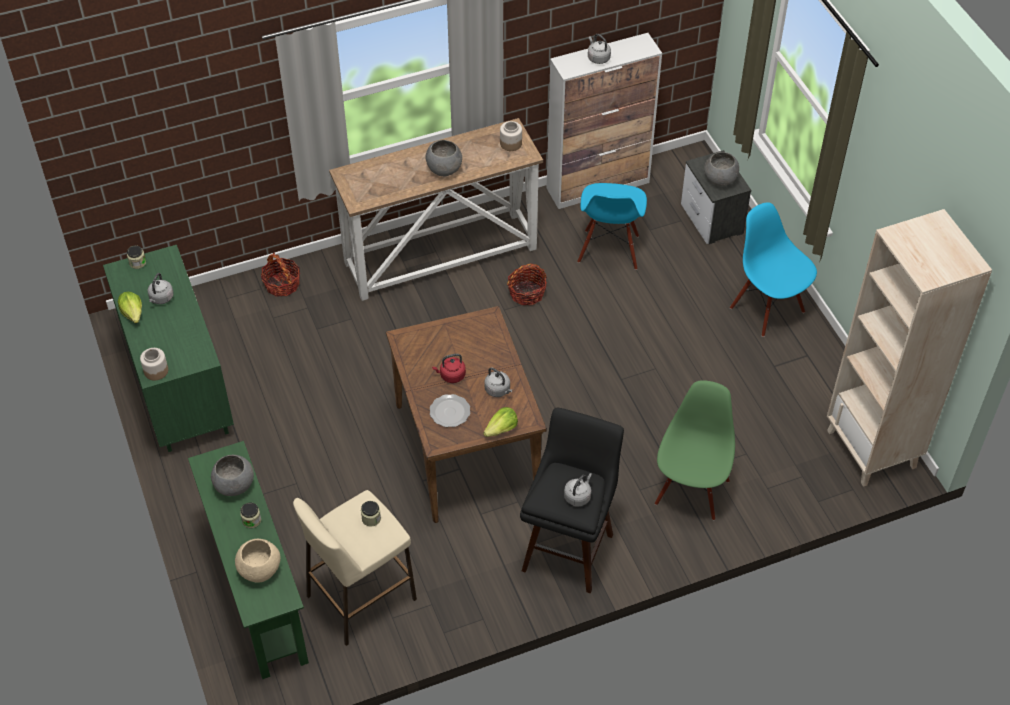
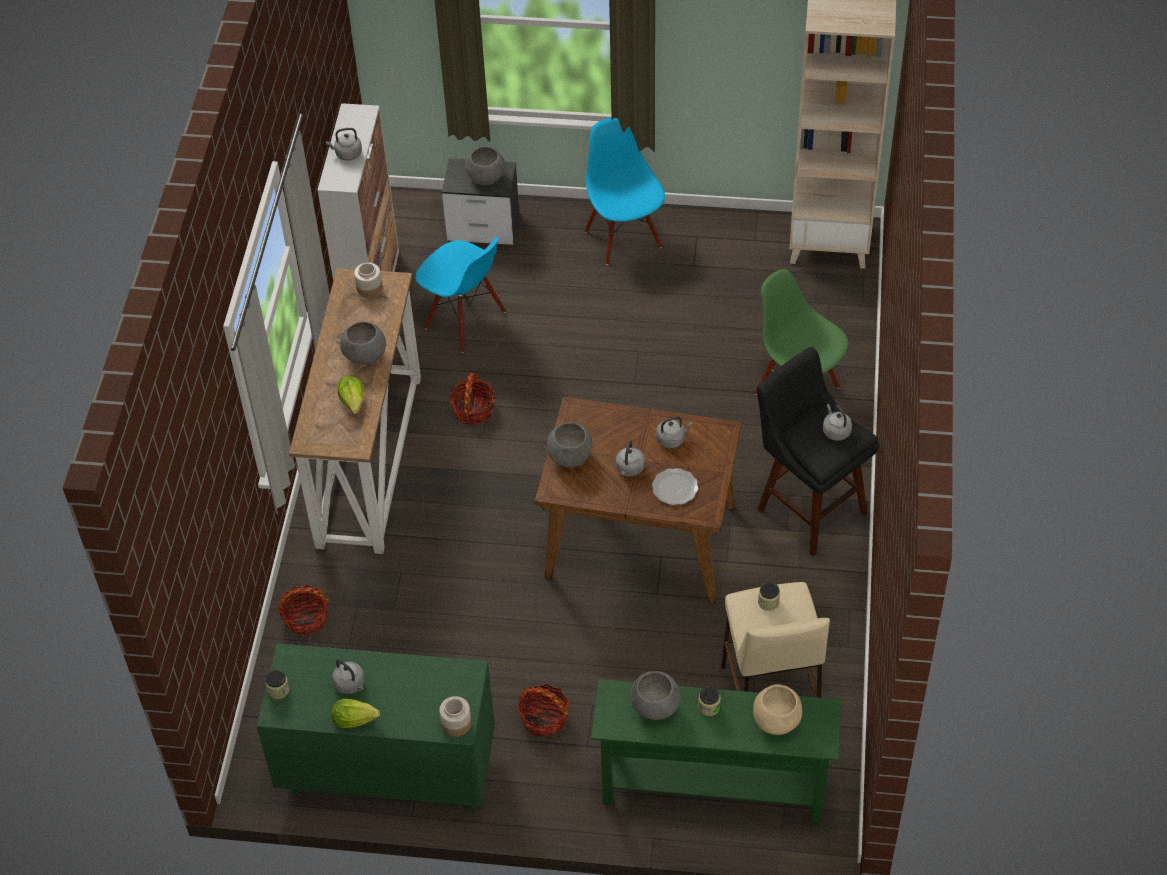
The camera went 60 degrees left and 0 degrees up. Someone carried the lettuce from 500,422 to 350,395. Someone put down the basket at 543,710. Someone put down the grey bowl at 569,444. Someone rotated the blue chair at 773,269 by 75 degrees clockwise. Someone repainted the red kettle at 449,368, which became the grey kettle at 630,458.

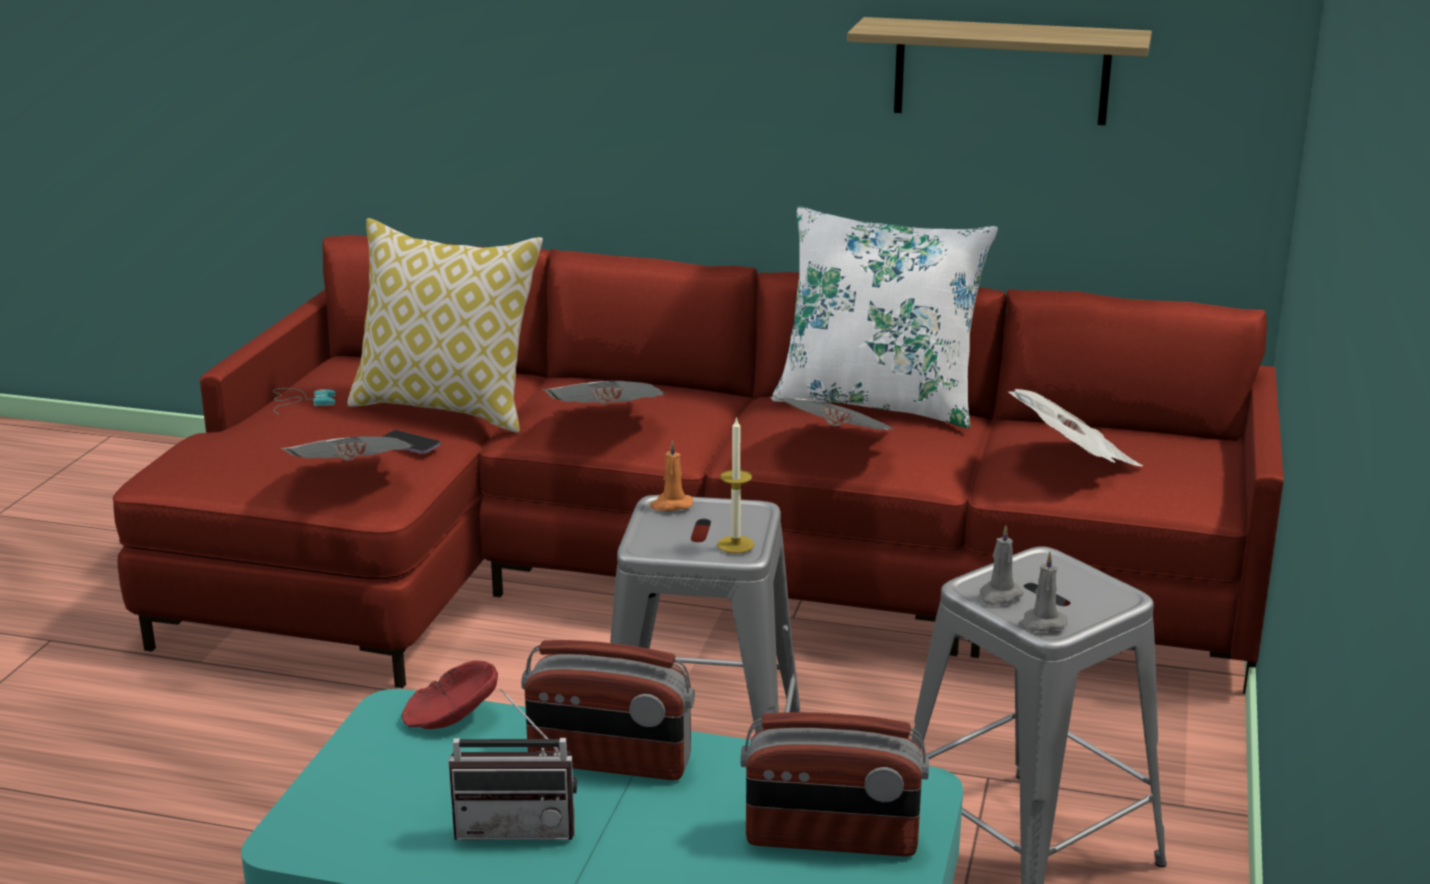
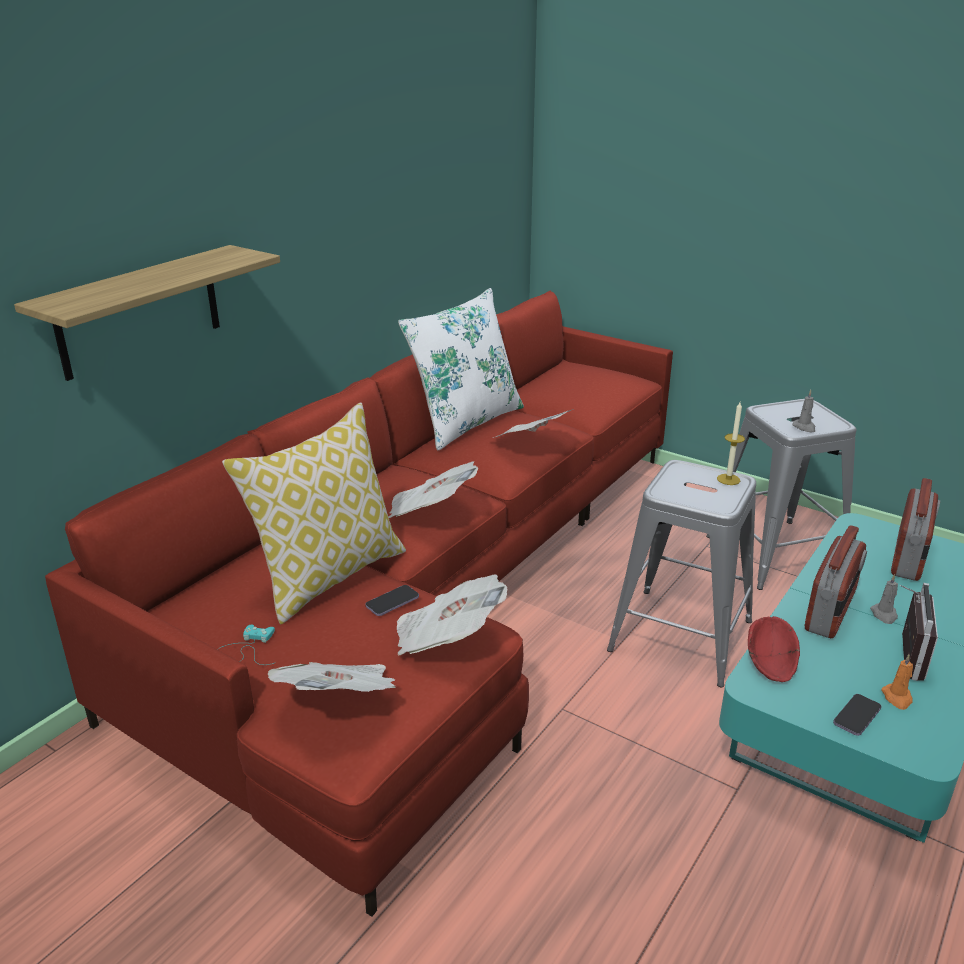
The camera went 70 degrees left and 5 degrees up. Someone carried the shelf from 999,71 to 147,313. Someone carried the newspaper from 1075,427 to 332,677. Someone put down the phone at 857,715. Someone carried the grey candle from 1043,592 to 884,599. Someone carried the orange candle from 671,475 to 897,682.

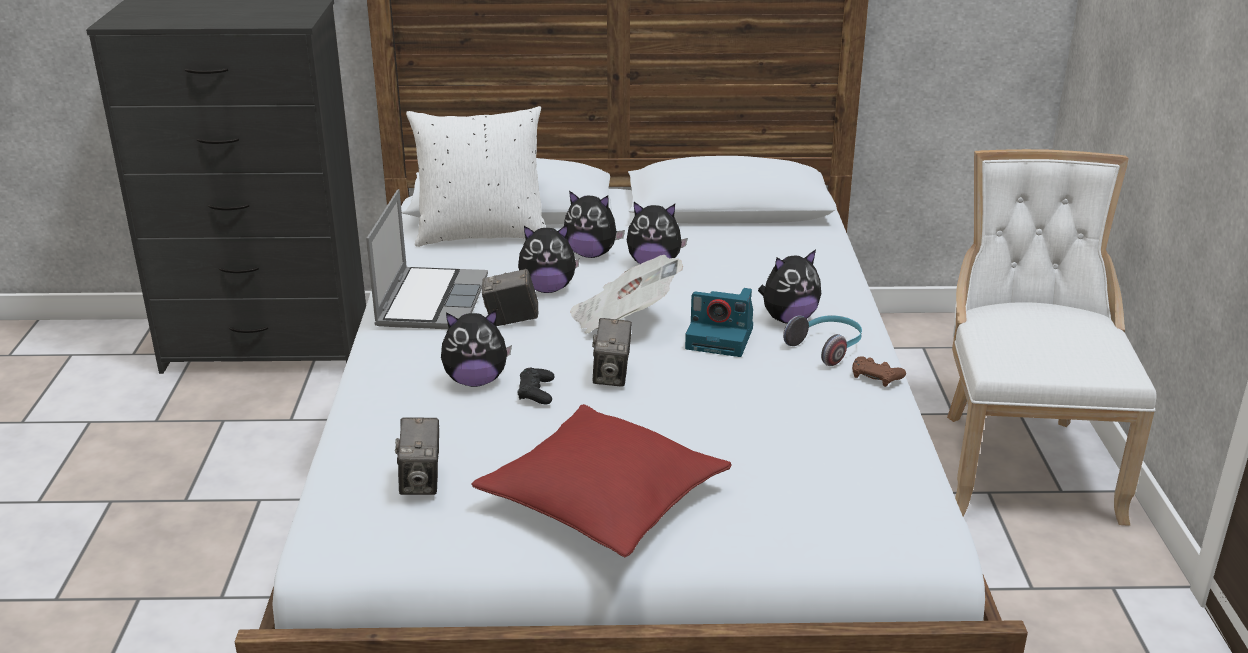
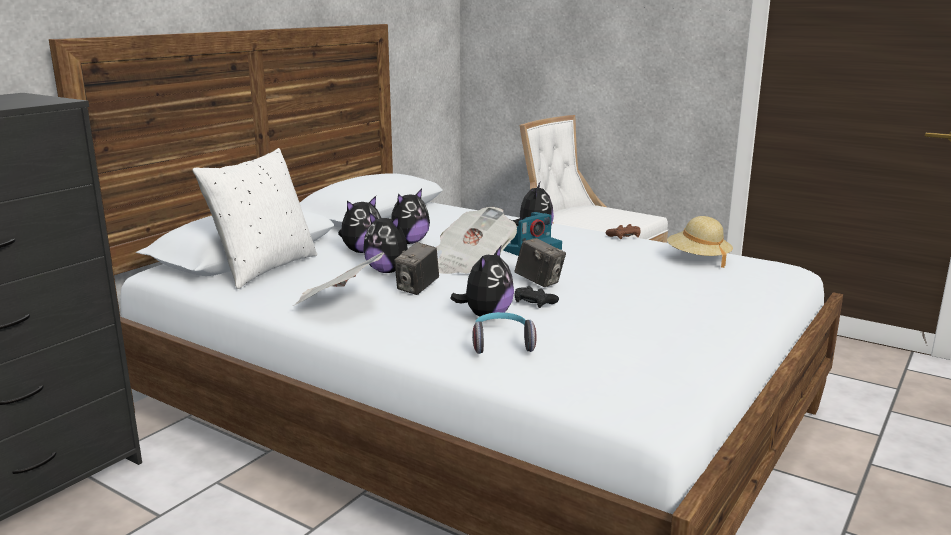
The camera went 55 degrees left and 10 degrees down. Someone swapped the laptop at 427,259 for the newspaper at 337,279. Someone rotated the plush toy at 549,258 by 90 degrees clockwise. Someone carried the headphones from 822,340 to 504,333. Someone put down the beige hat at 700,242. Someone took away the photo camera at 417,456. Someone took away the red pillow at 601,480.

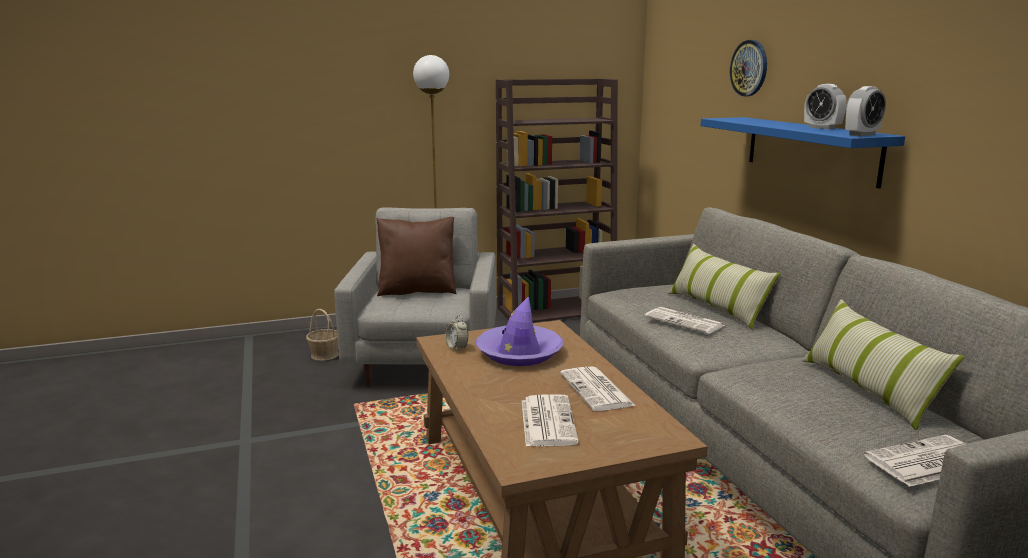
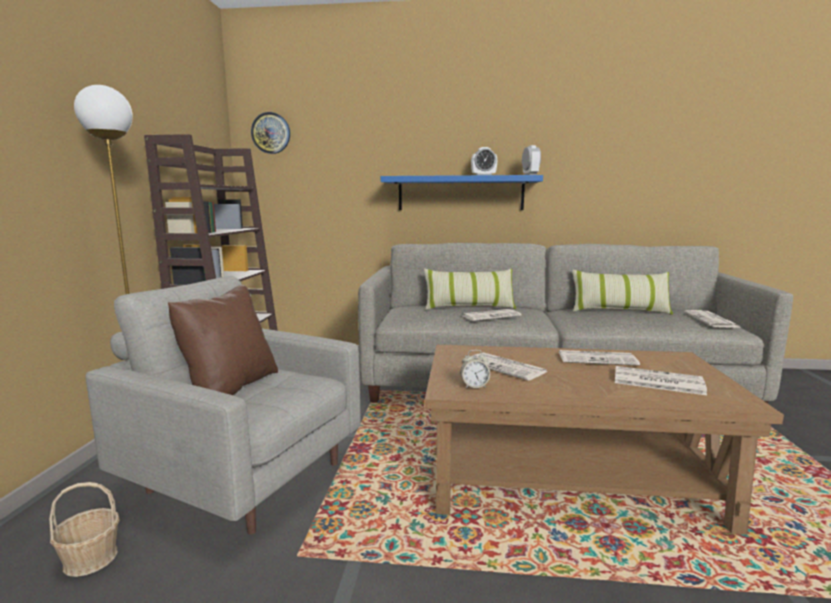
The camera went 65 degrees left and 5 degrees down. Someone carried the wall clock from 748,68 to 270,133. Someone swapped the purple hat at 520,331 for the newspaper at 510,366.

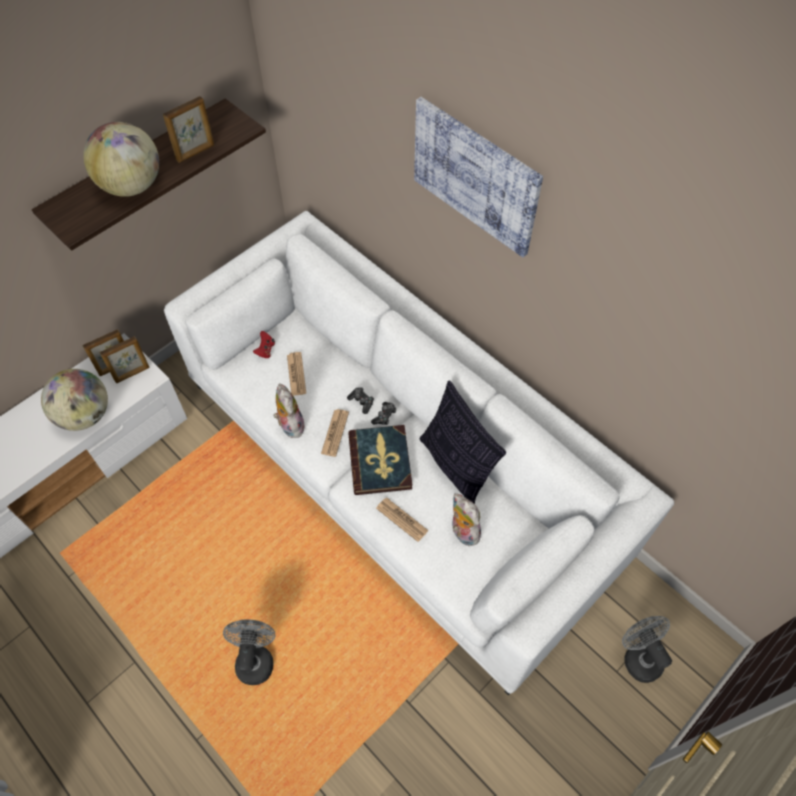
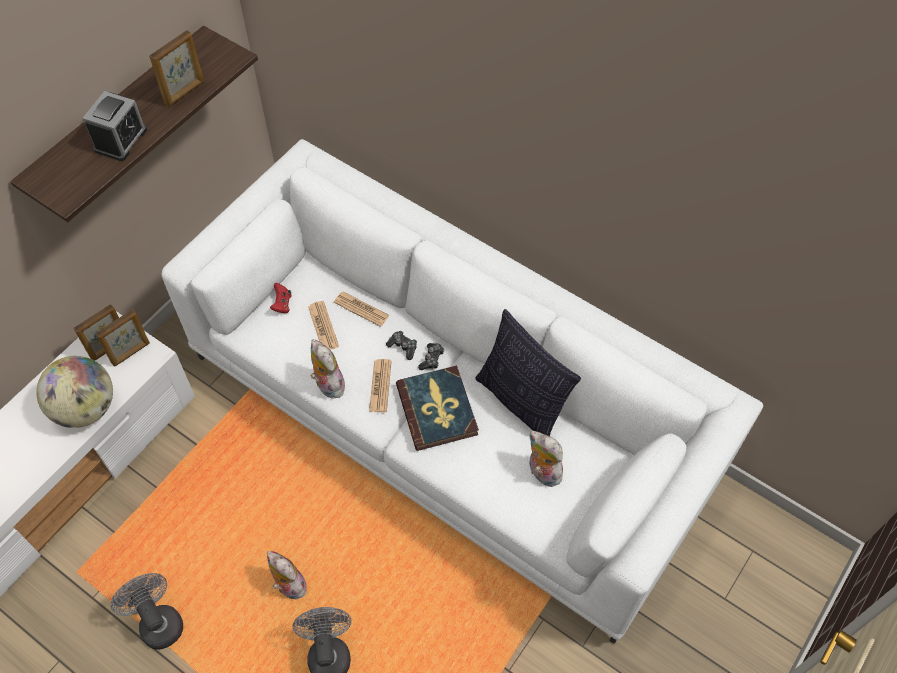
The camera went 10 degrees left and 0 degrees up. Someone swapped the globe at 121,159 for the alarm clock at 115,126. Someone carried the grey fan from 647,649 to 147,611. Someone put down the plush toy at 287,575. Someone carried the newspaper from 402,520 to 361,309. Someone took away the picture at 478,177.

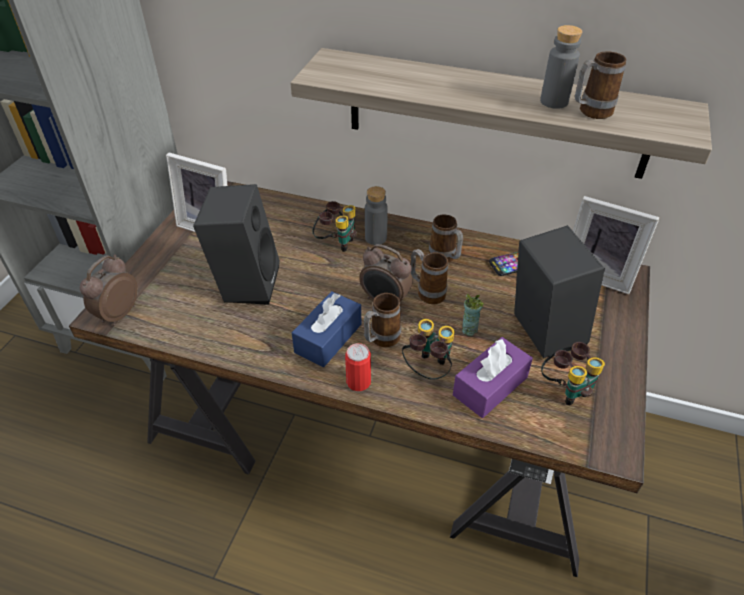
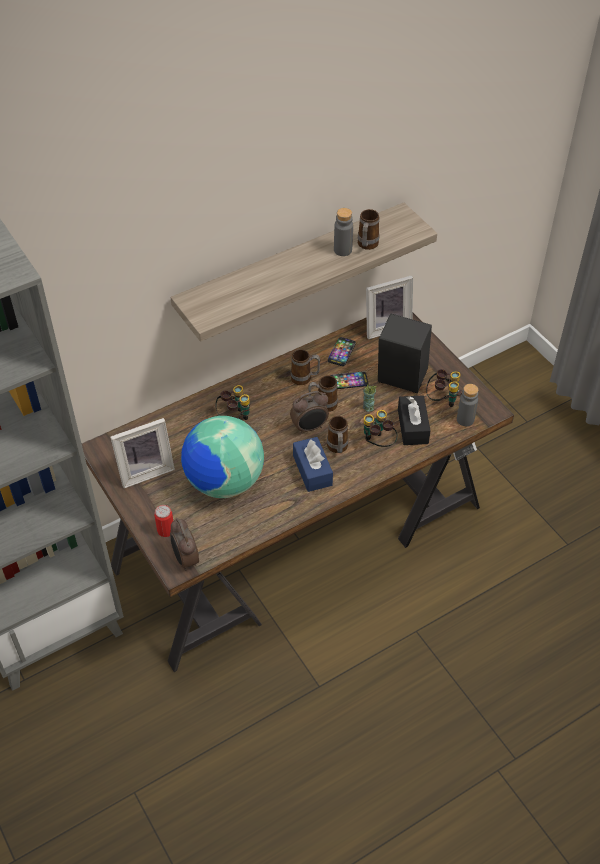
The camera went 50 degrees left and 5 degrees up. Someone carried the can from 358,367 to 163,521. Someone swapped the black speaker at 236,244 for the globe at 222,457. Someone put down the phone at 349,380. Someone repainted the purple tissue box at 493,377, which became the black tissue box at 414,420. Someone carried the grey bottle from 376,215 to 467,405.

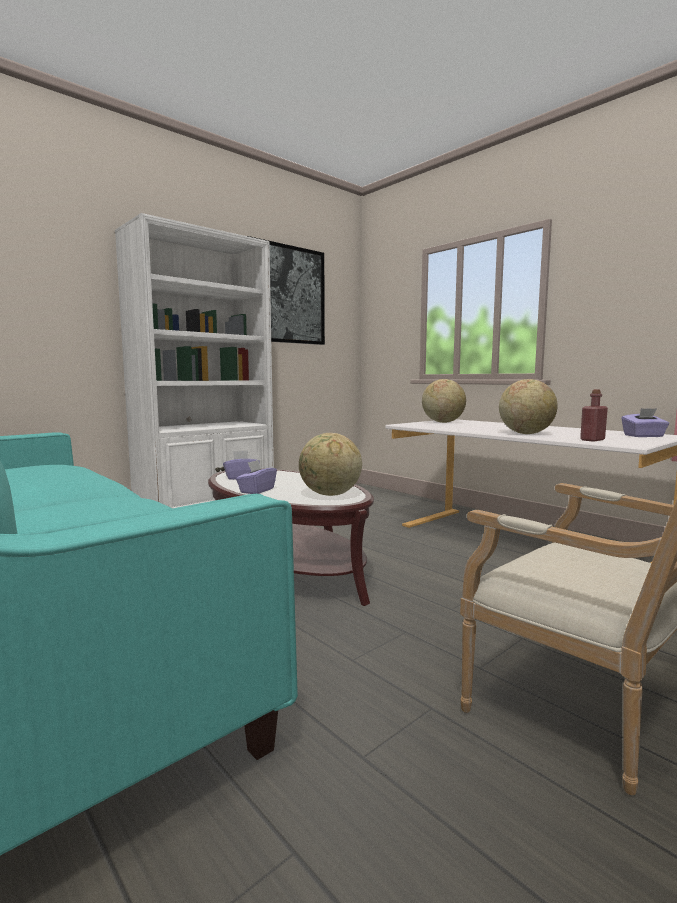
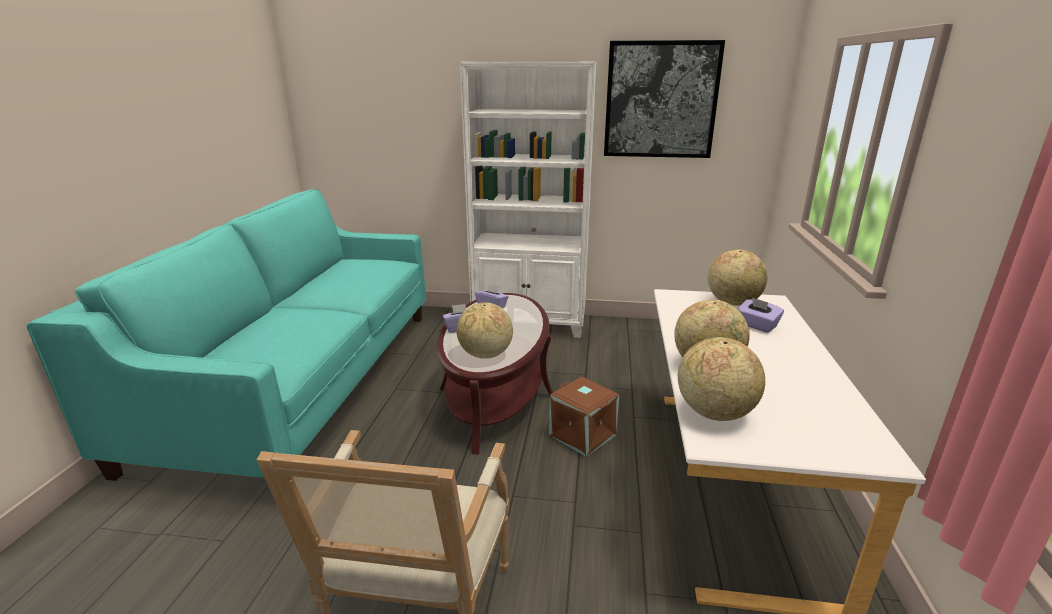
The camera went 50 degrees right and 15 degrees up. Someone put down the brown storage box at 584,417. Someone swapped the red bottle at 594,415 for the globe at 721,379. Someone carried the purple tissue box from 645,422 to 761,315.

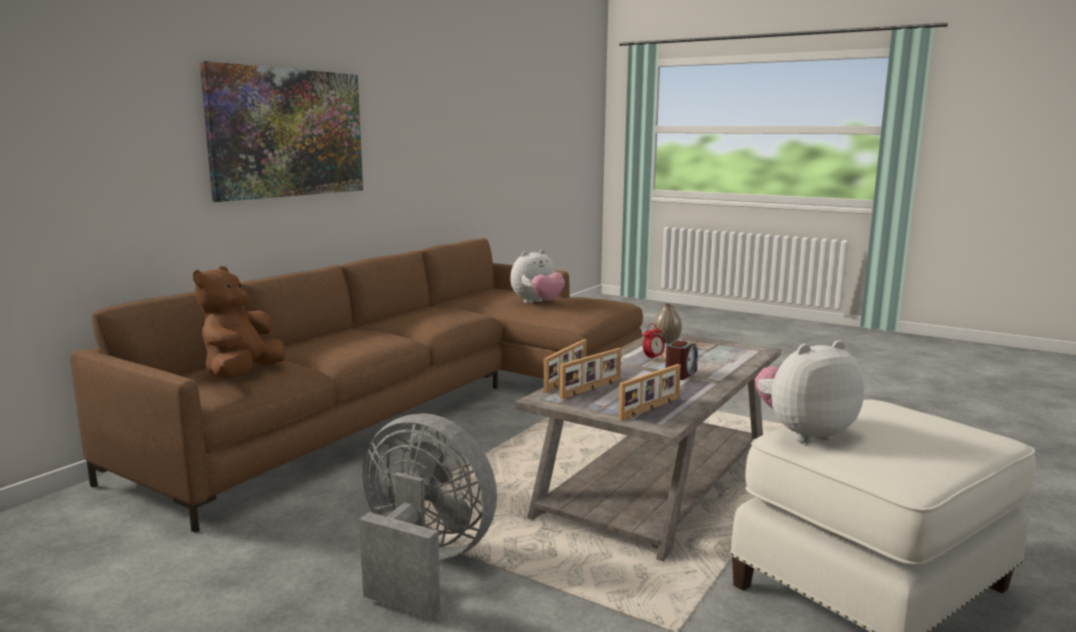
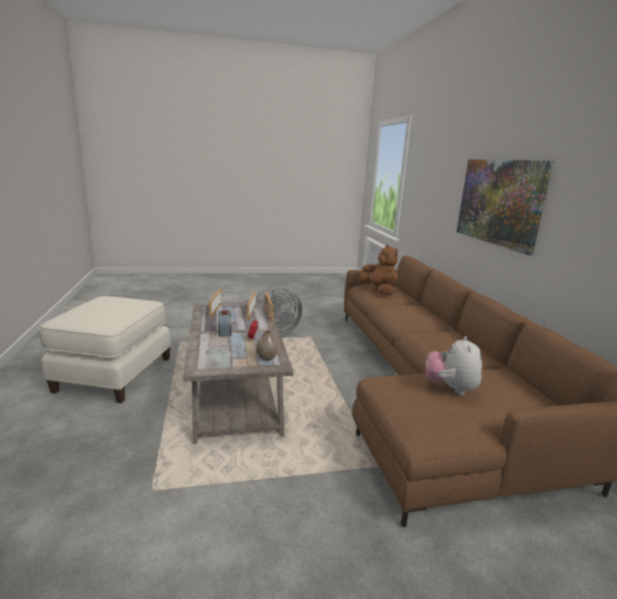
The camera went 135 degrees right and 5 degrees up. Someone took away the plush toy at 809,391.

